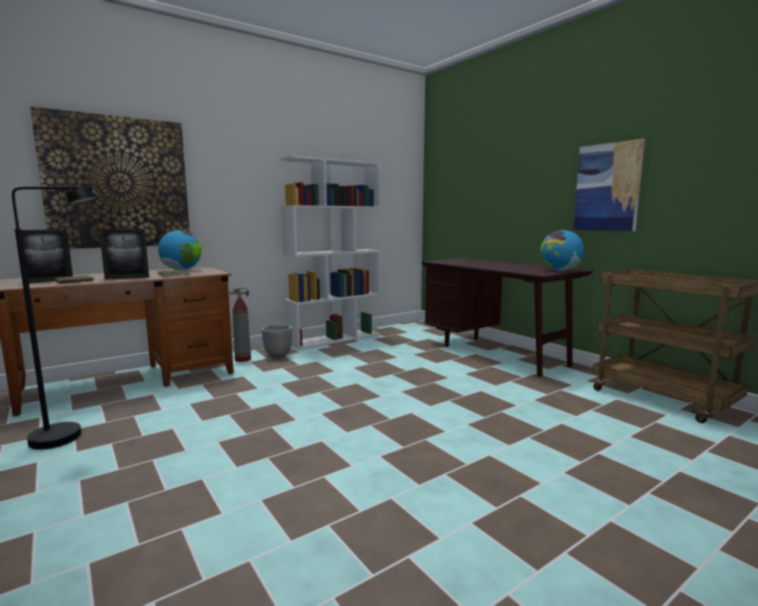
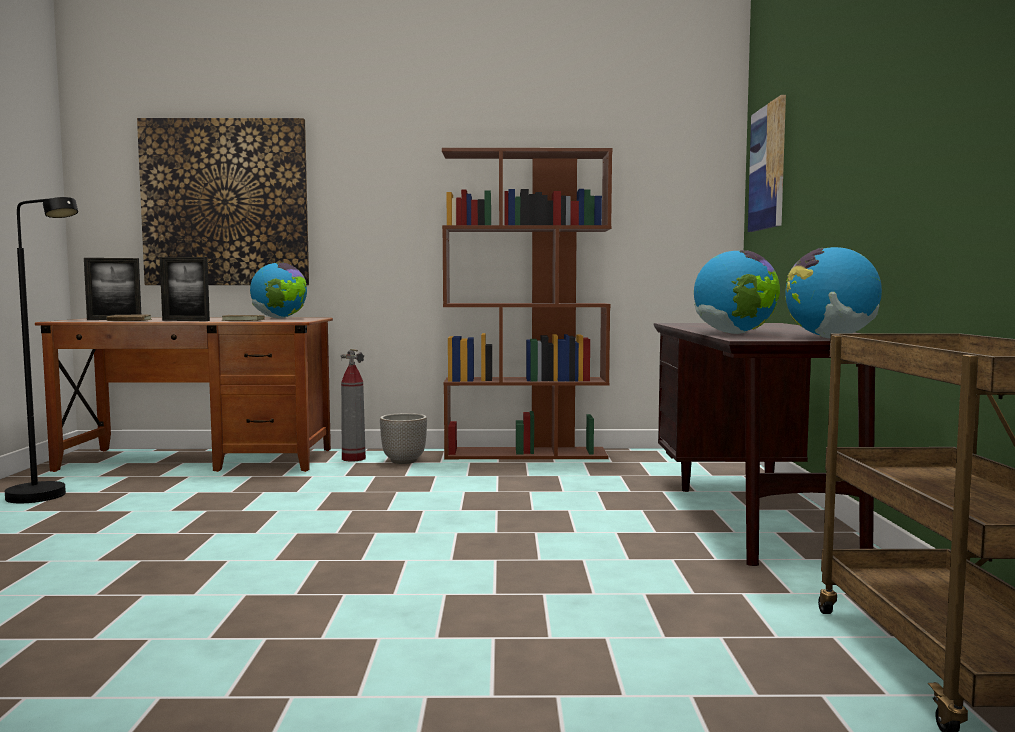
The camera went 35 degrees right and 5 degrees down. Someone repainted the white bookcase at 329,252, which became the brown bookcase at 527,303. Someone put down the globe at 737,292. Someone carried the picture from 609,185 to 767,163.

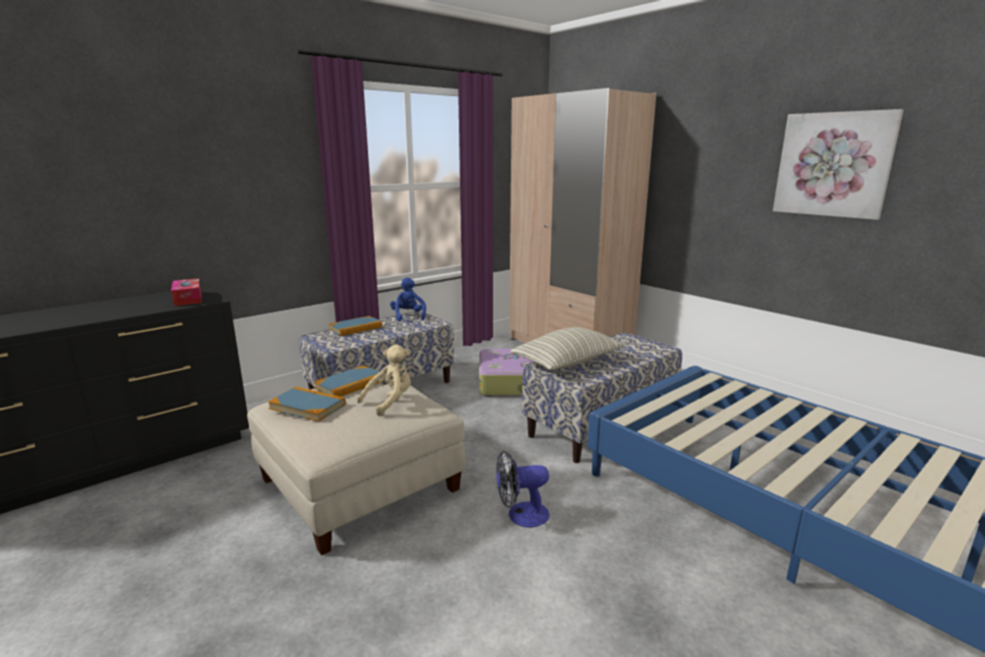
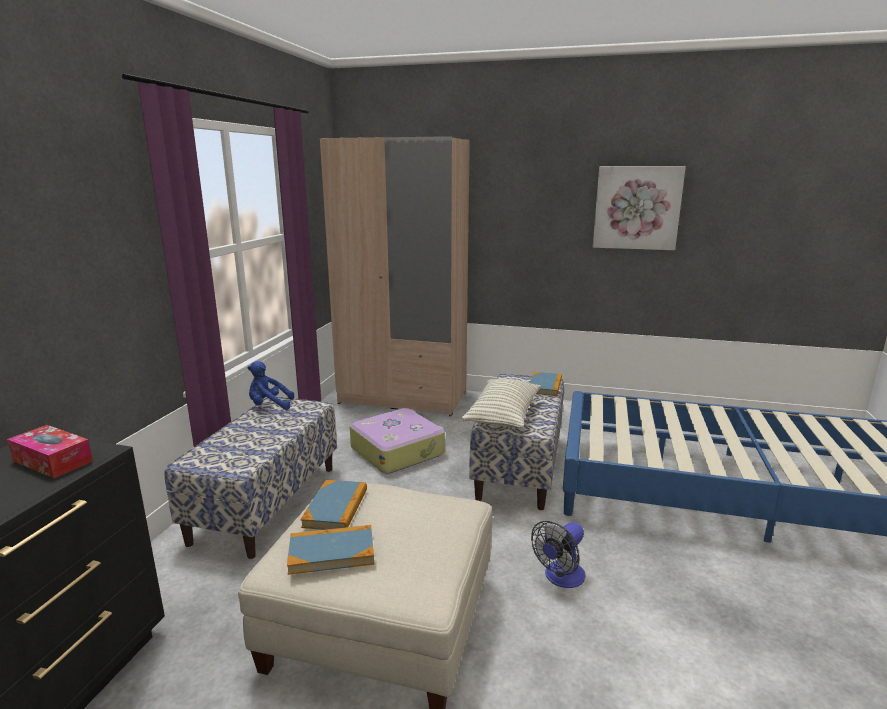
The camera went 35 degrees left and 0 degrees up. Someone rotated the blue plush toy at 408,299 by 45 degrees counterclockwise. Someone carried the book from 355,326 to 546,384. Someone took away the beige plush toy at 384,380.

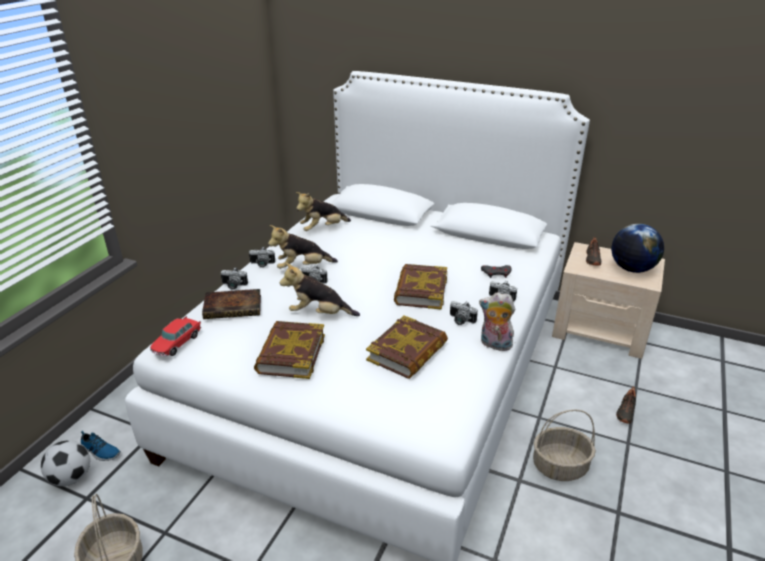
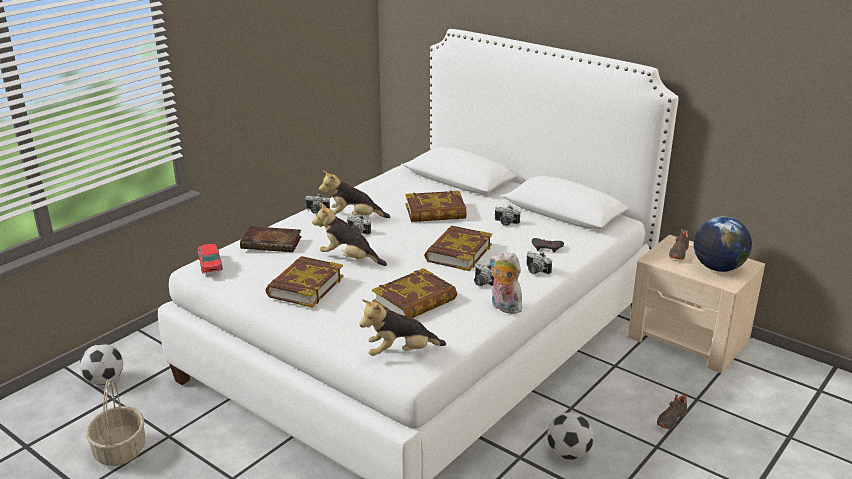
The camera went 15 degrees right and 5 degrees down. Someone rotated the toy car at 175,336 by 120 degrees clockwise. Someone carried the plush toy from 323,211 to 402,327. Someone put down the book at 436,206. Someone carried the photo camera from 234,278 to 507,215. Someone swapped the basket at 564,445 for the football at 570,436. Someone took away the shoe at 101,446.

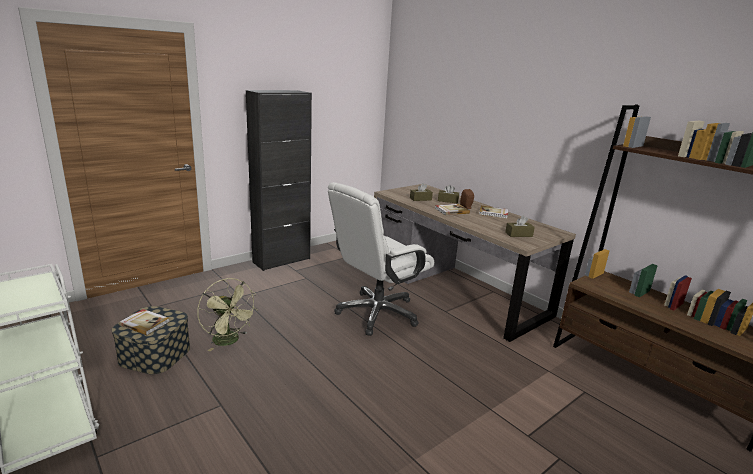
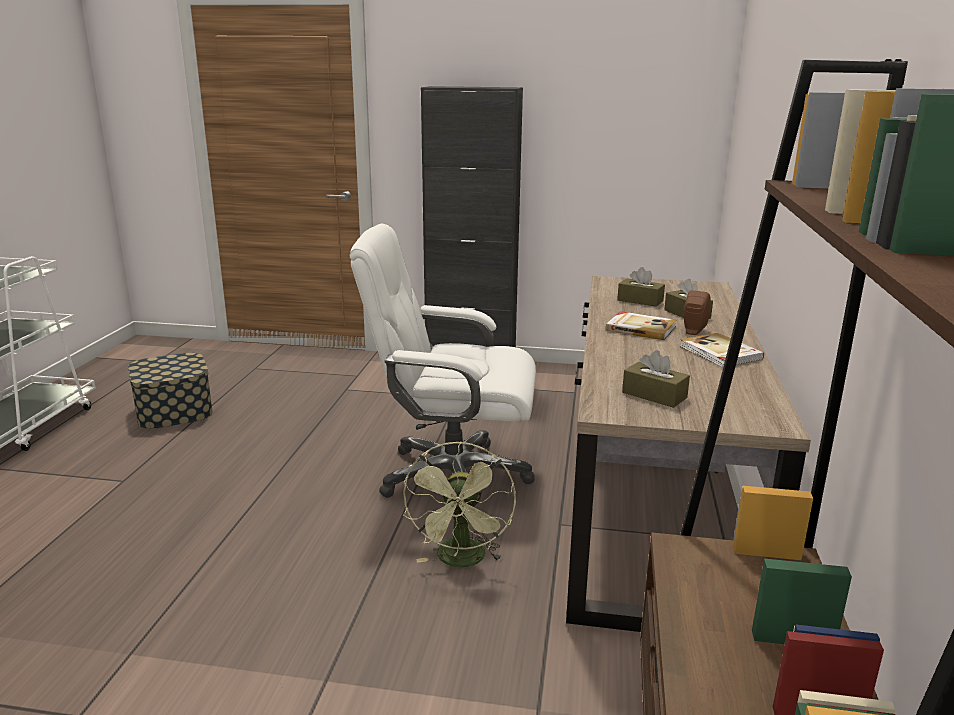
The camera went 50 degrees right and 0 degrees up. Someone carried the green fan from 227,314 to 459,504. Someone took away the book at 144,322.

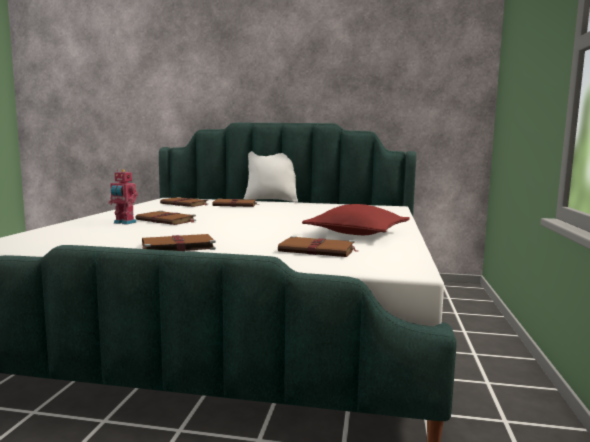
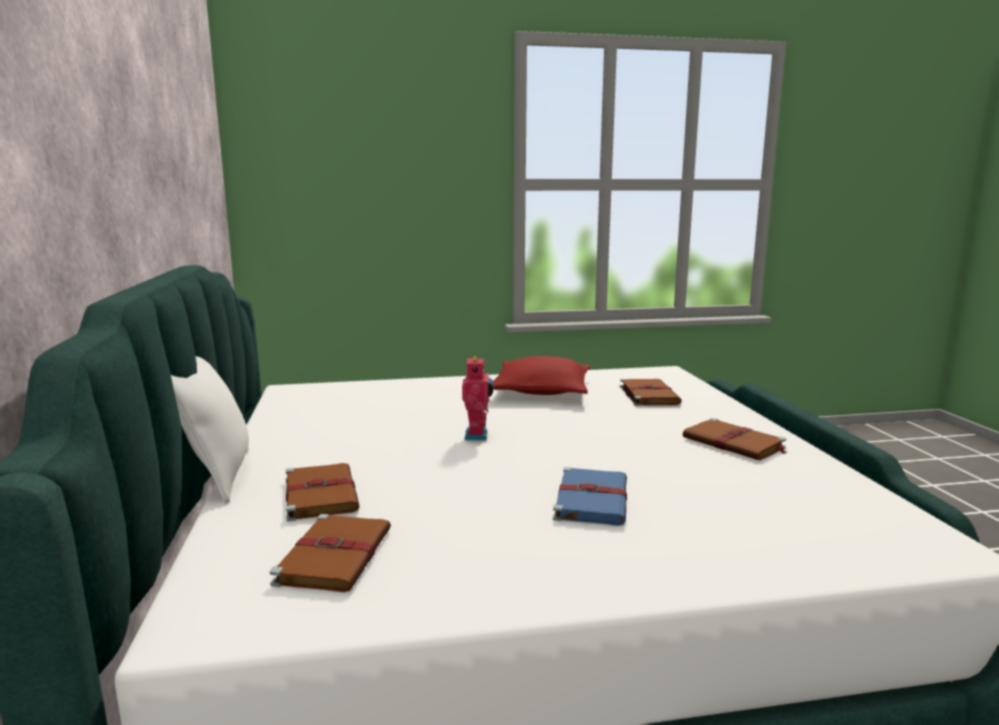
The camera went 110 degrees left and 5 degrees up. Someone carried the toy robot from 123,197 to 478,397. Someone repainted the brown book at 165,218, which became the blue book at 590,496.

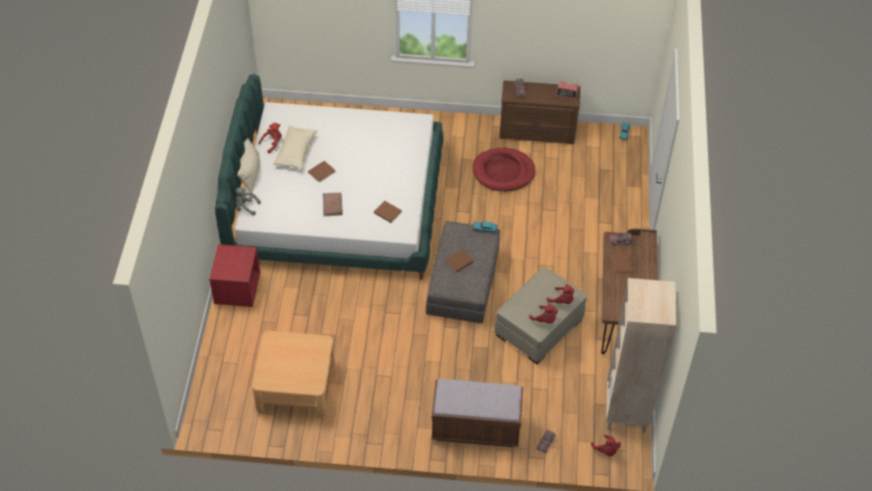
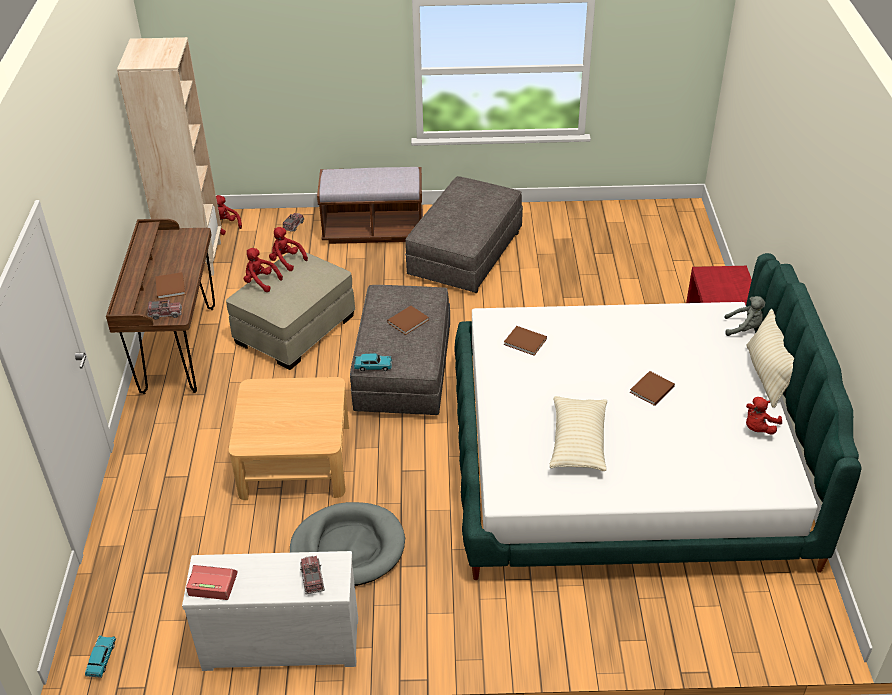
The camera went 175 degrees right and 10 degrees down. Someone repainted the brown dresser at 540,112, which became the white dresser at 270,611. Someone carried the beige coffee table from 293,374 to 289,438. Someone repainted the red dog bed at 503,169, which became the grey dog bed at 347,544. Someone put down the grey ottoman at 464,234. Someone carried the beige pillow from 295,147 to 578,433. Someone took away the brown book at 333,204.

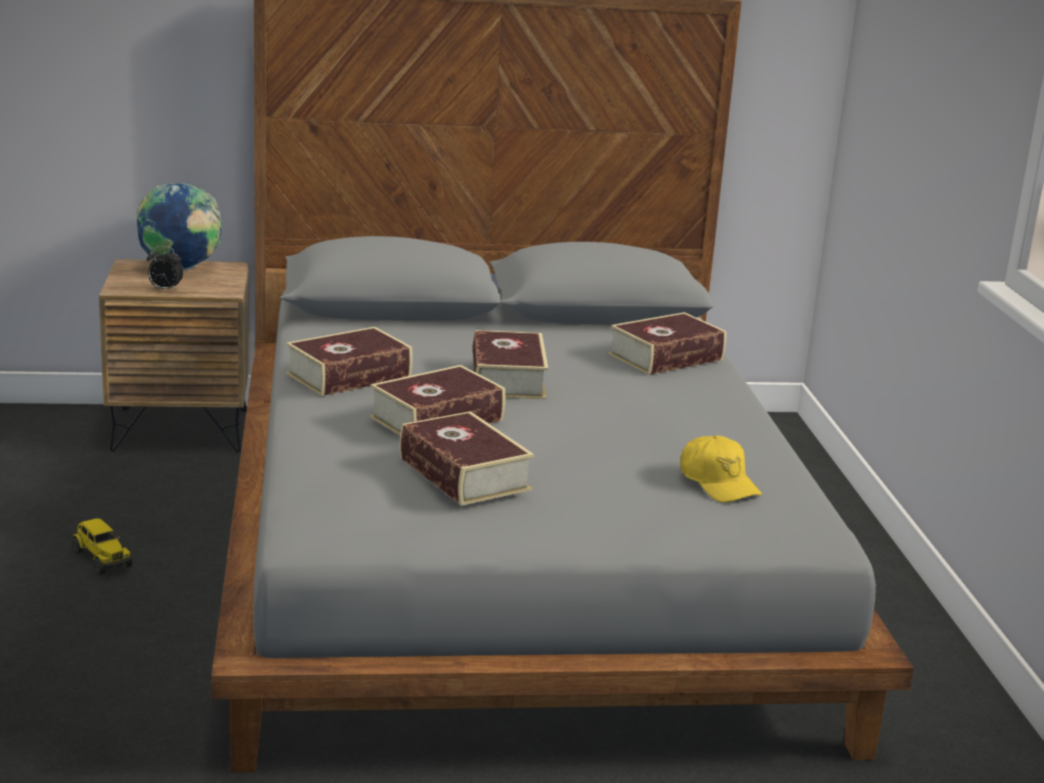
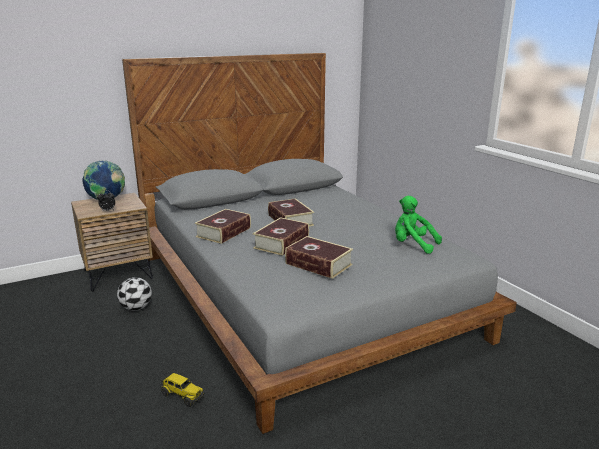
The camera went 20 degrees left and 0 degrees up. Someone put down the football at 134,294. Someone carried the toy truck from 101,546 to 182,390. Someone swapped the yellow cap at 721,469 for the green plush toy at 418,225. Someone took away the book at 667,343.

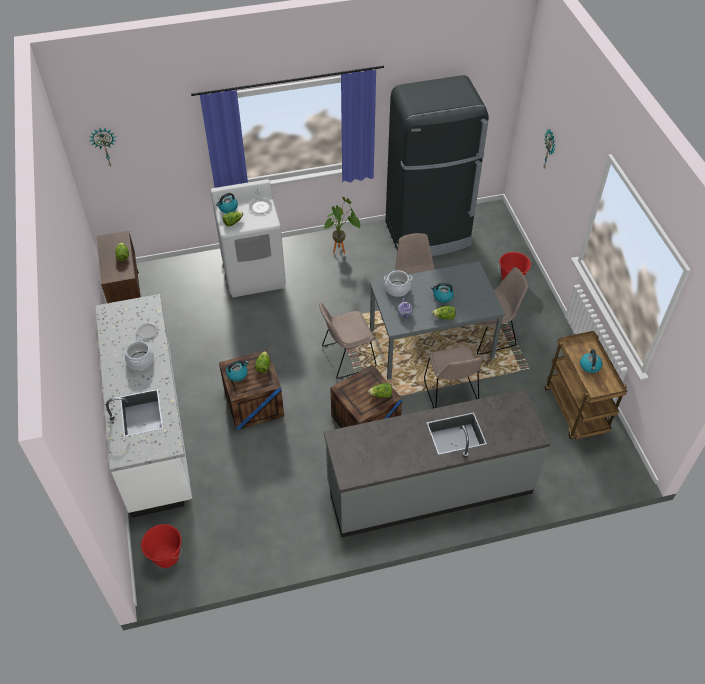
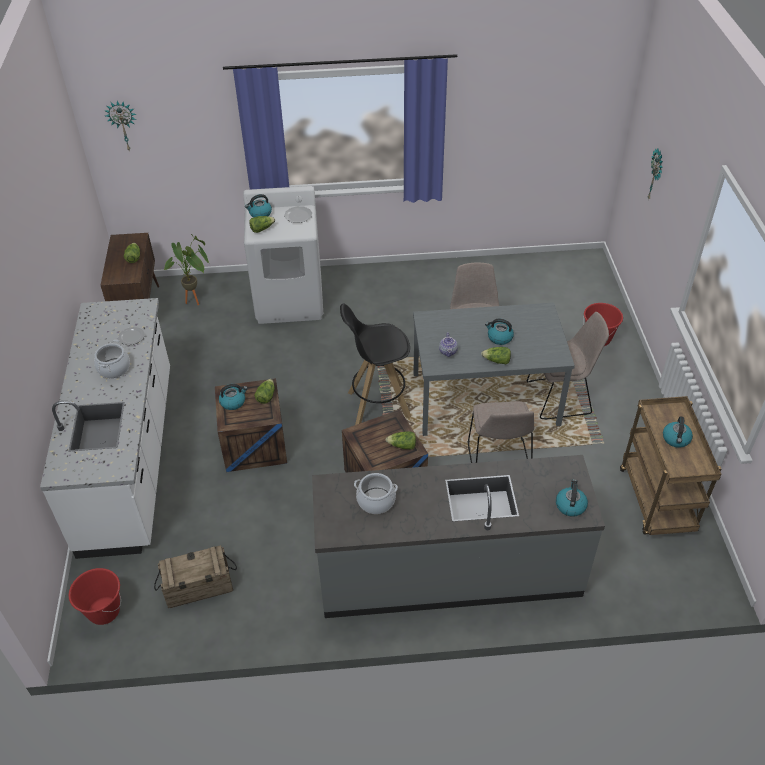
The camera went 10 degrees right and 5 degrees down. Someone put down the crate at 195,576. Someone carried the potted plant from 342,225 to 187,269. Someone swapped the beige chair at 348,340 for the black stool at 375,364. Someone carried the cooking pot from 398,283 to 376,493. Someone put down the kettle at 572,498. Someone took away the black fridge at 437,165.

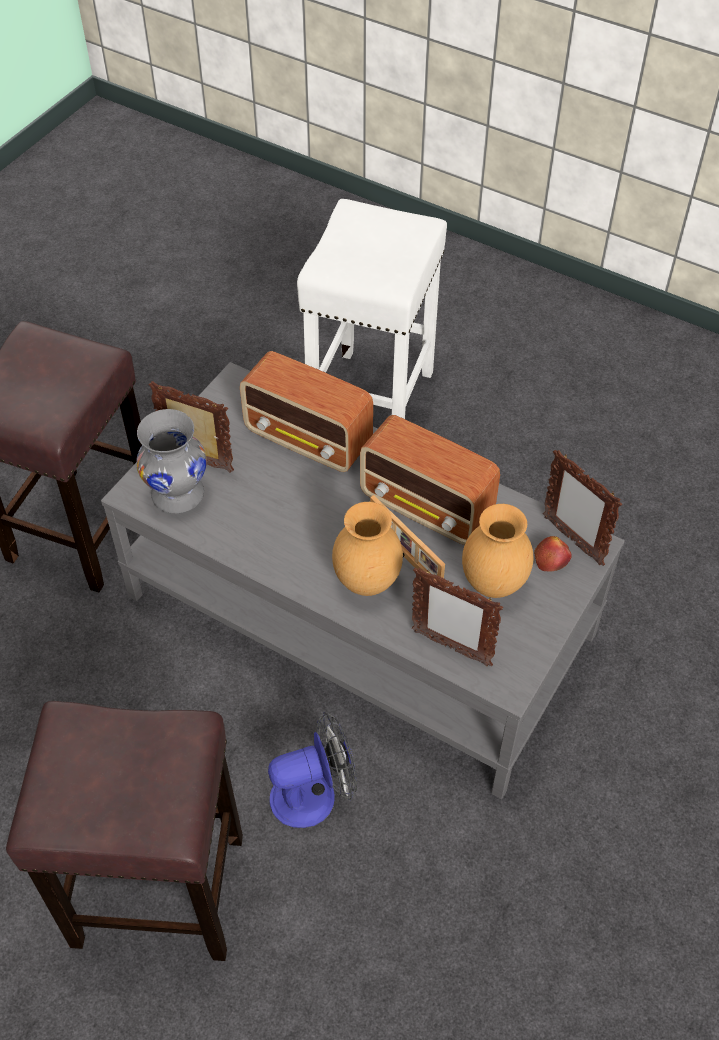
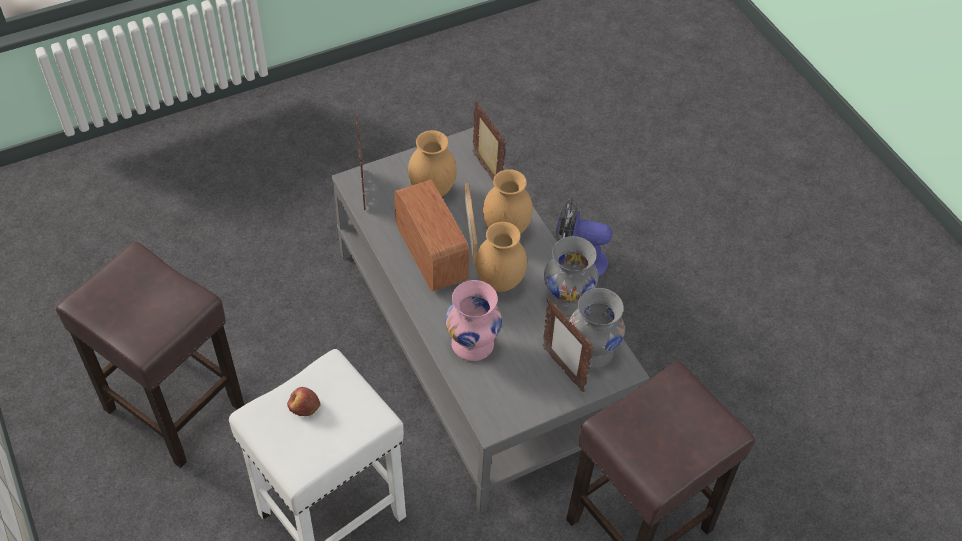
The camera went 150 degrees left and 0 degrees up. Someone carried the brown stool from 124,831 to 150,355. Someone carried the apple from 553,553 to 304,401. Someone swapped the radio at 306,411 for the pink vase at 474,320. Someone put down the brown vase at 501,257. Someone put down the grey vase at 571,276.

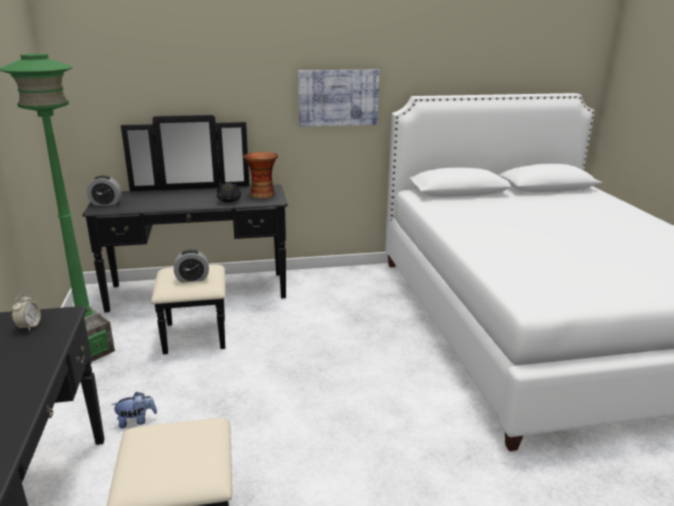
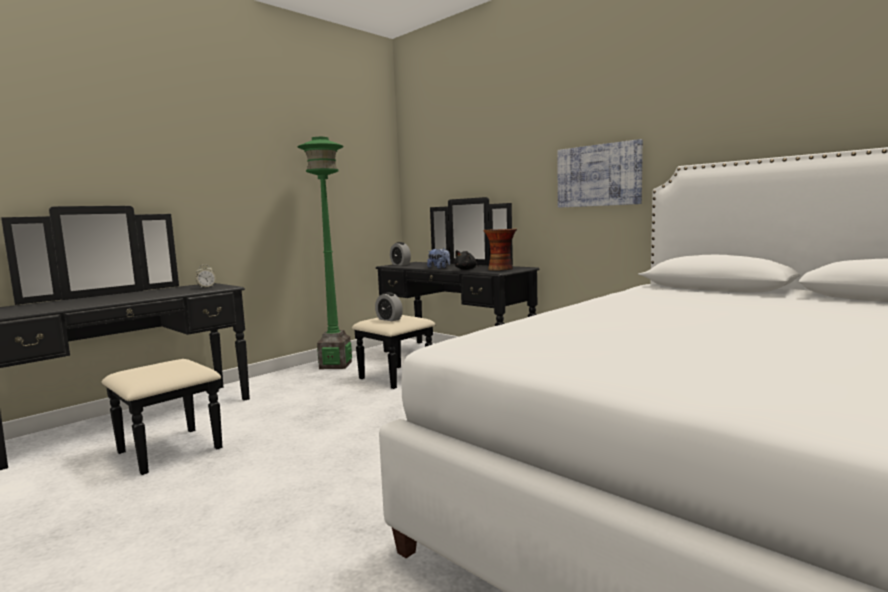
The camera went 55 degrees right and 15 degrees down. Someone carried the plush toy from 134,410 to 438,258.

